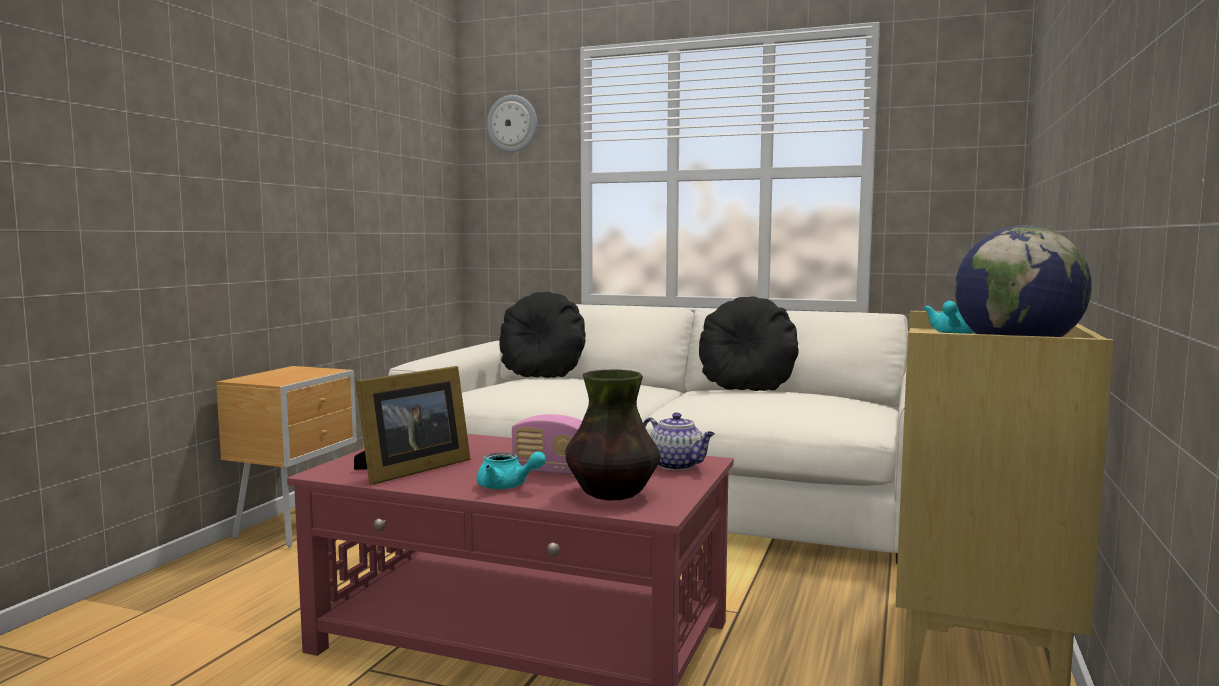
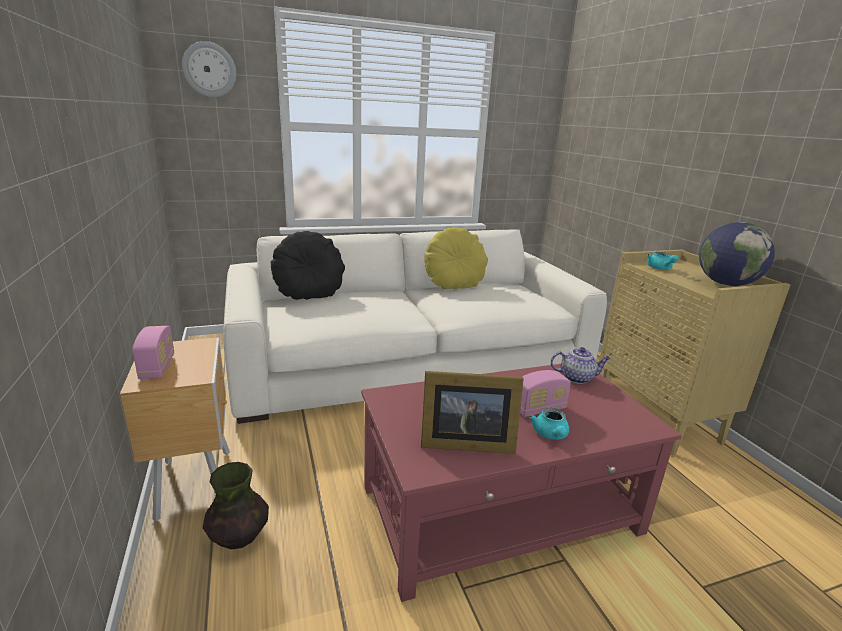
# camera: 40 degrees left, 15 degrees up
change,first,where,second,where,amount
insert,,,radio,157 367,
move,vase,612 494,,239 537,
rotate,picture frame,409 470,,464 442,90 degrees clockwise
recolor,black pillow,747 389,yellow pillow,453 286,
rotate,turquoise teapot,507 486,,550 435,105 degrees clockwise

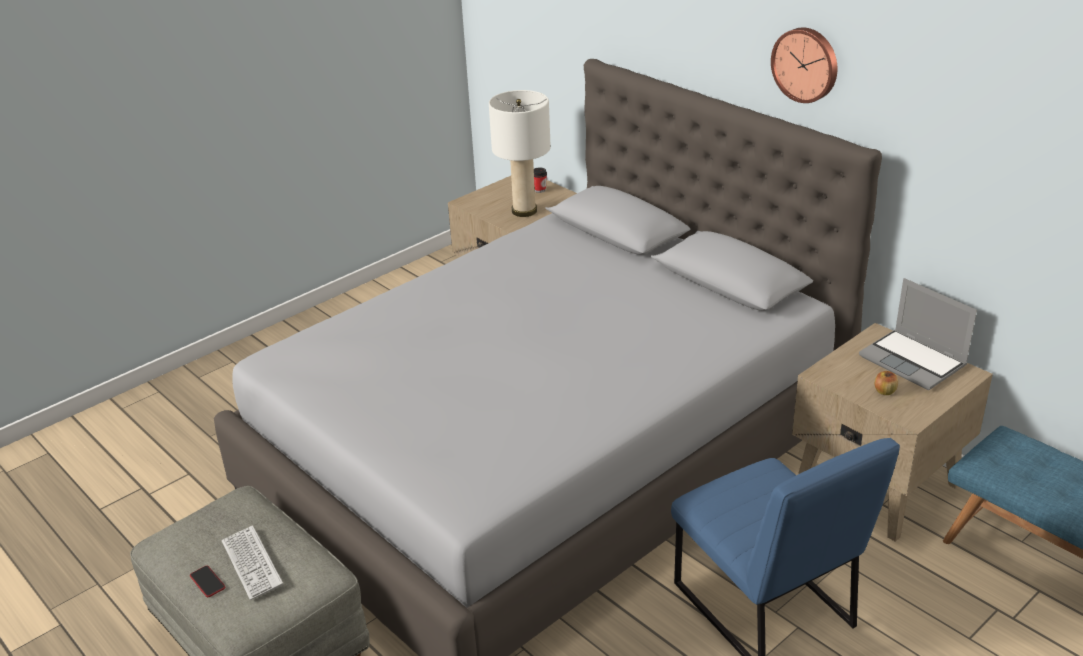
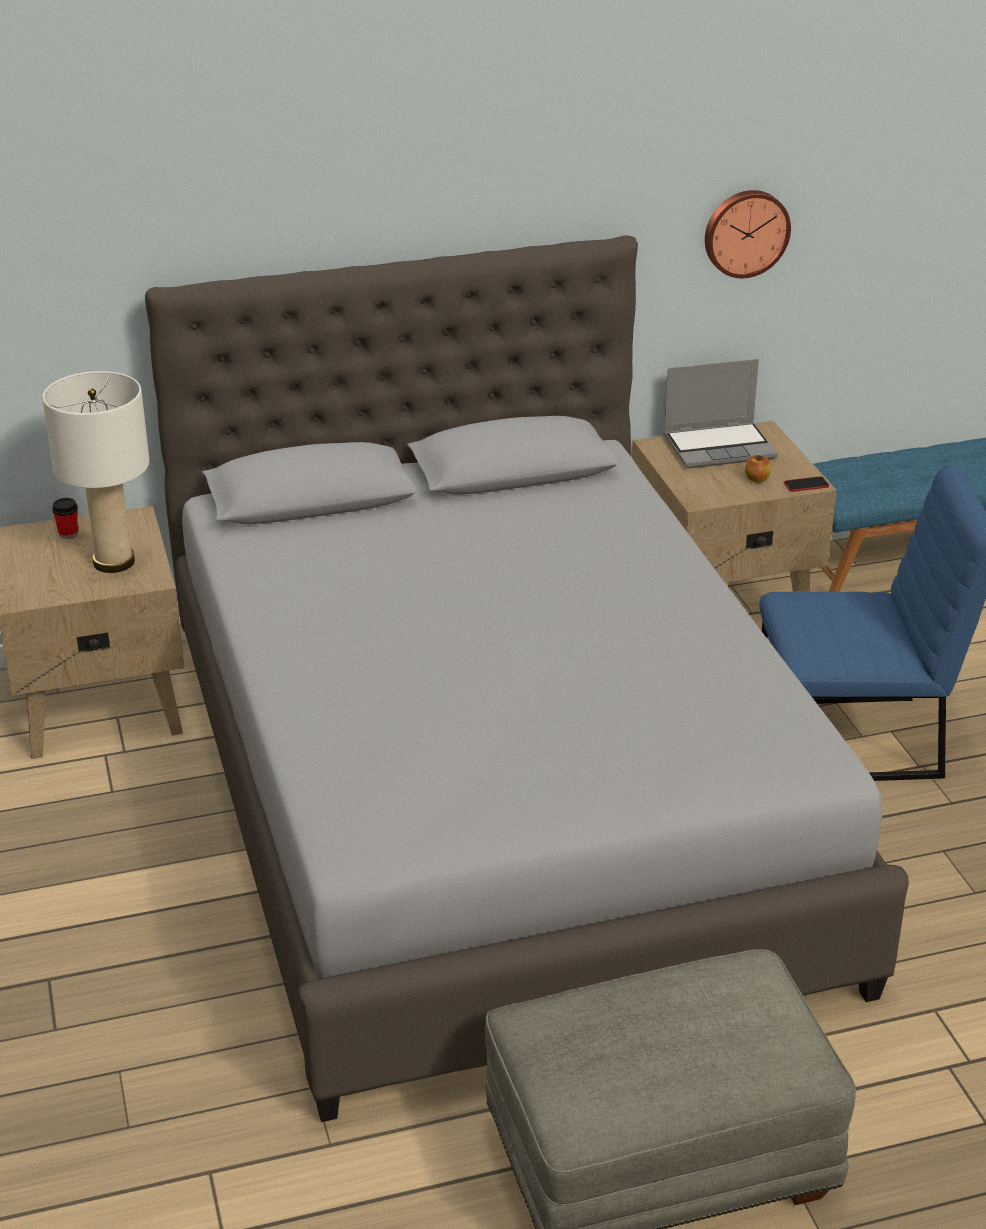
# camera: 65 degrees left, 0 degrees up
change,first,where,second,where,amount
move,wall clock,806 64,,745 232,
move,phone,207 582,,806 485,
delete,keyboard,252 563,,,

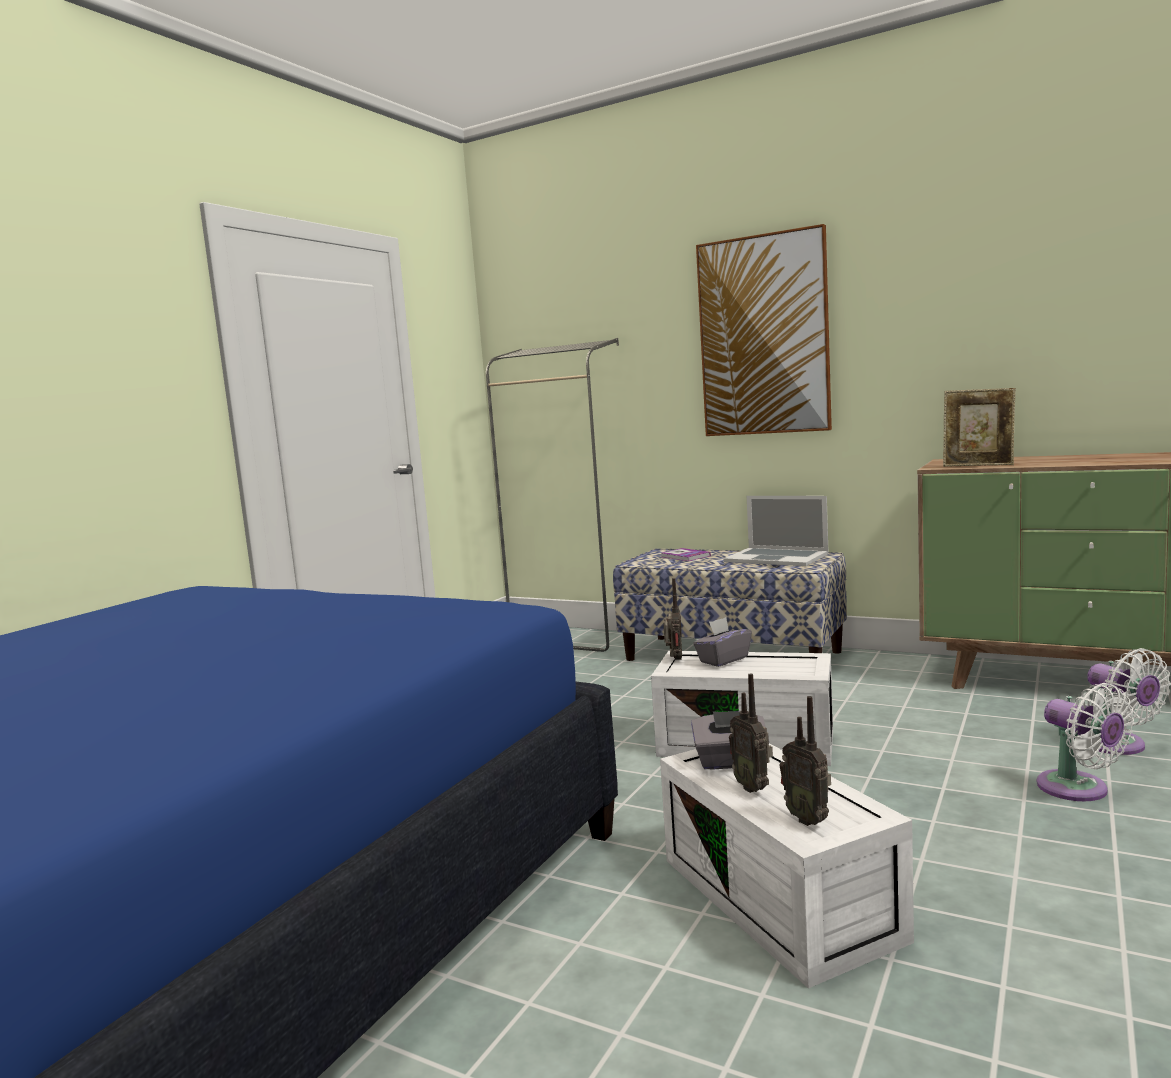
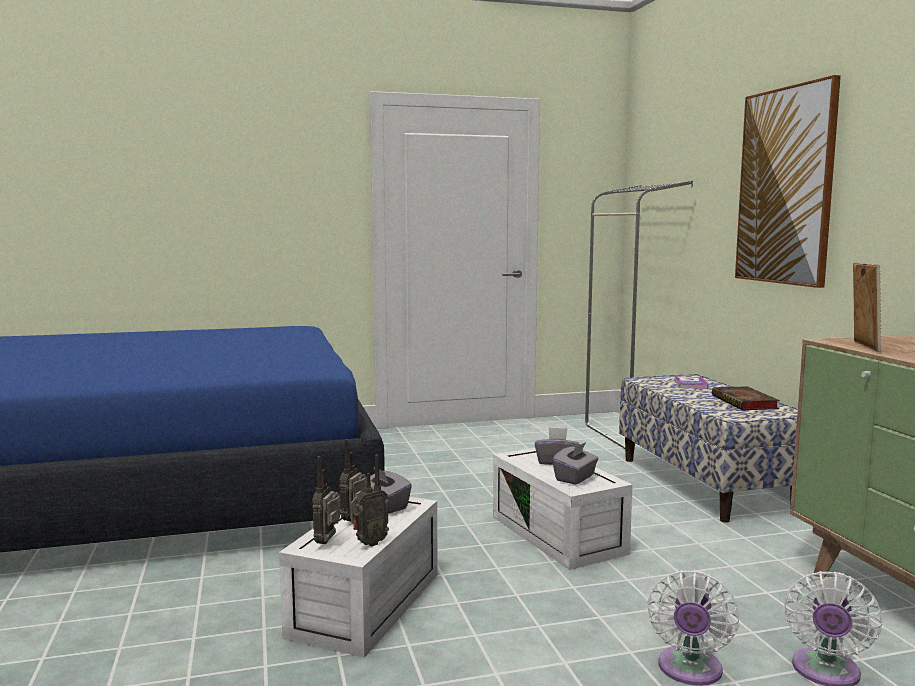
# camera: 45 degrees right, 0 degrees up
change,first,where,second,where,amount
move,radio,674 659,,368 543,
insert,,,grey tissue box,575 478,
replace,laptop,776 557,book,745 403,
rotate,picture frame,978 466,,863 346,150 degrees counterclockwise

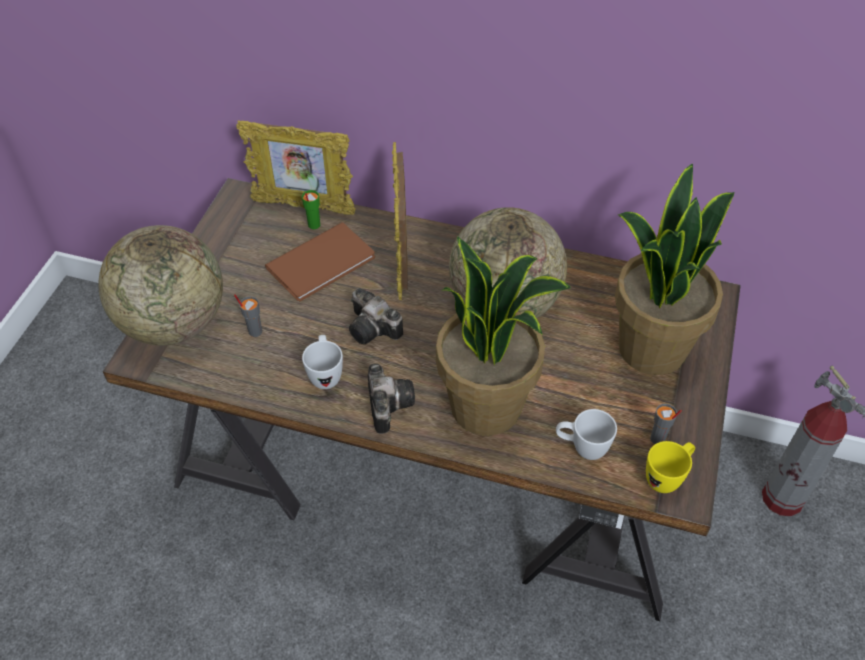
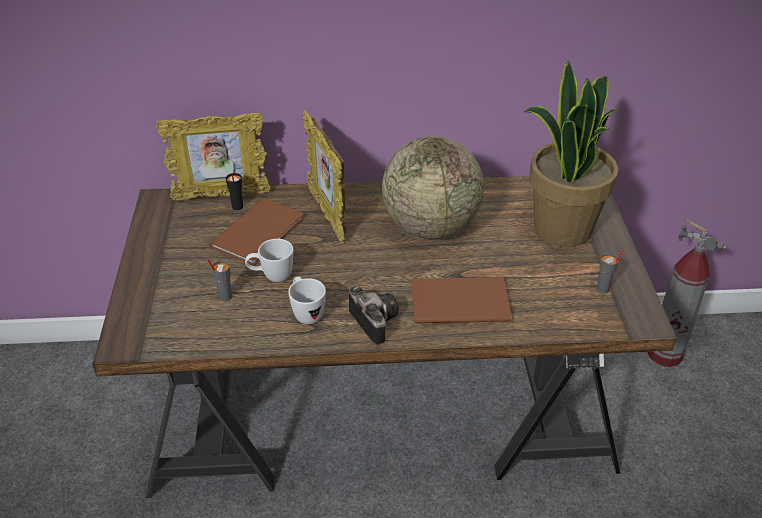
# camera: 20 degrees left, 10 degrees down
change,first,where,second,where,amount
recolor,green cup,313 225,black cup,237 207,
move,white mug,581 448,,271 276,
replace,potted plant,487 405,brown book,457 301,
delete,globe,174 323,,,
delete,photo camera,374 329,,,
delete,yellow mug,667 477,,,

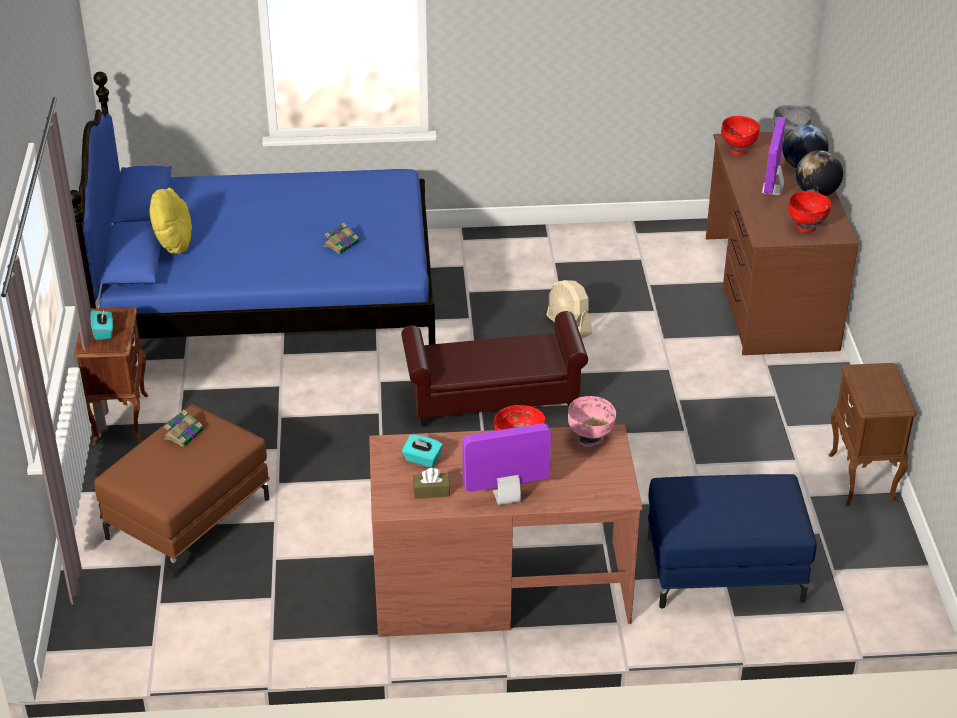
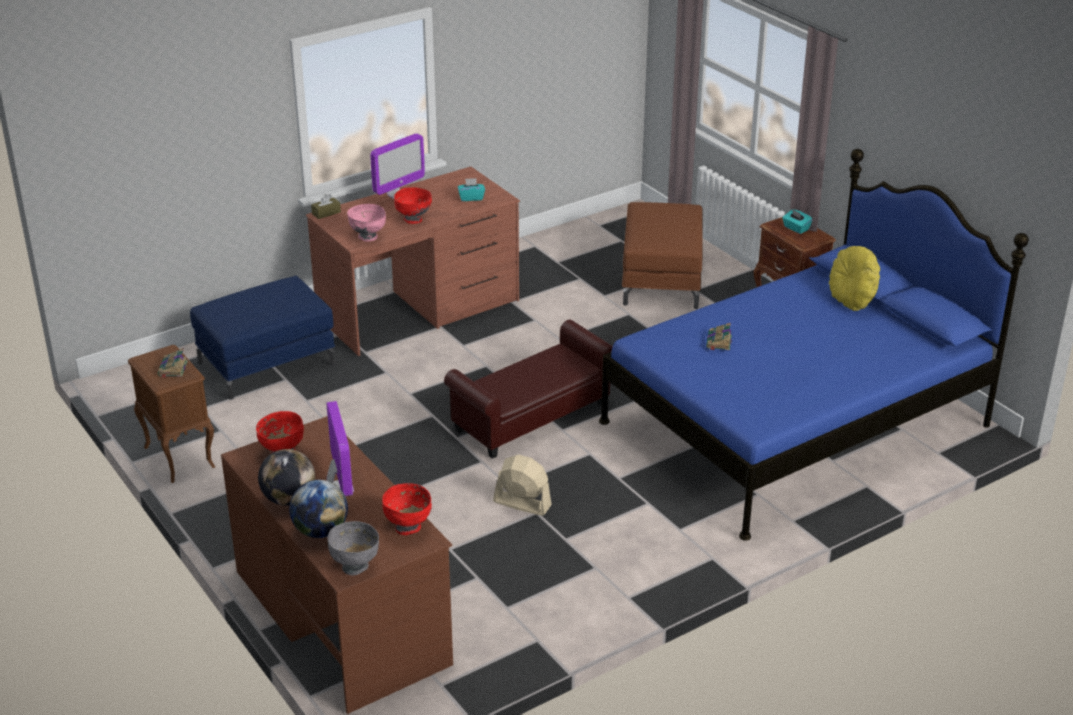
# camera: 150 degrees right, 5 degrees down
change,first,where,second,where,amount
move,book,184 434,,173 369,
move,brown tissue box,431 491,,326 213,

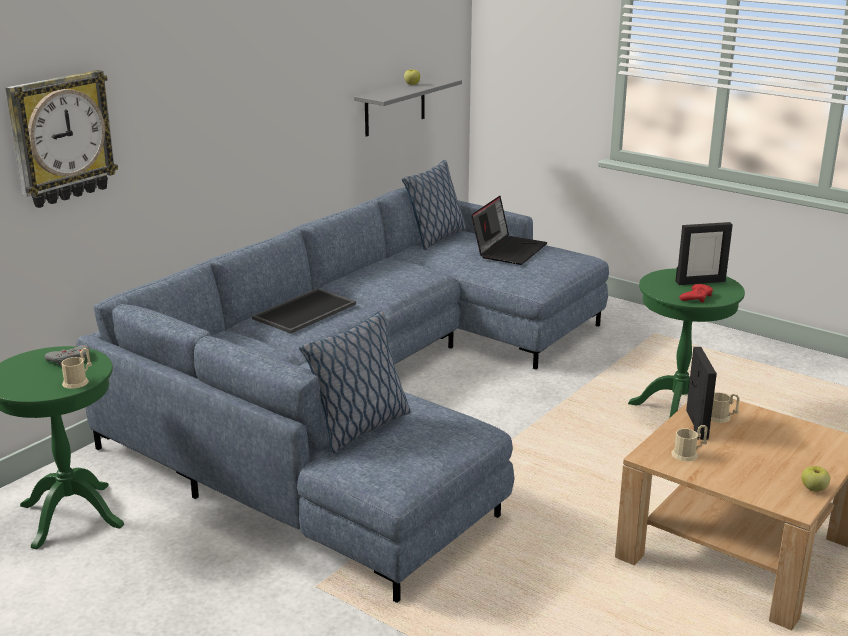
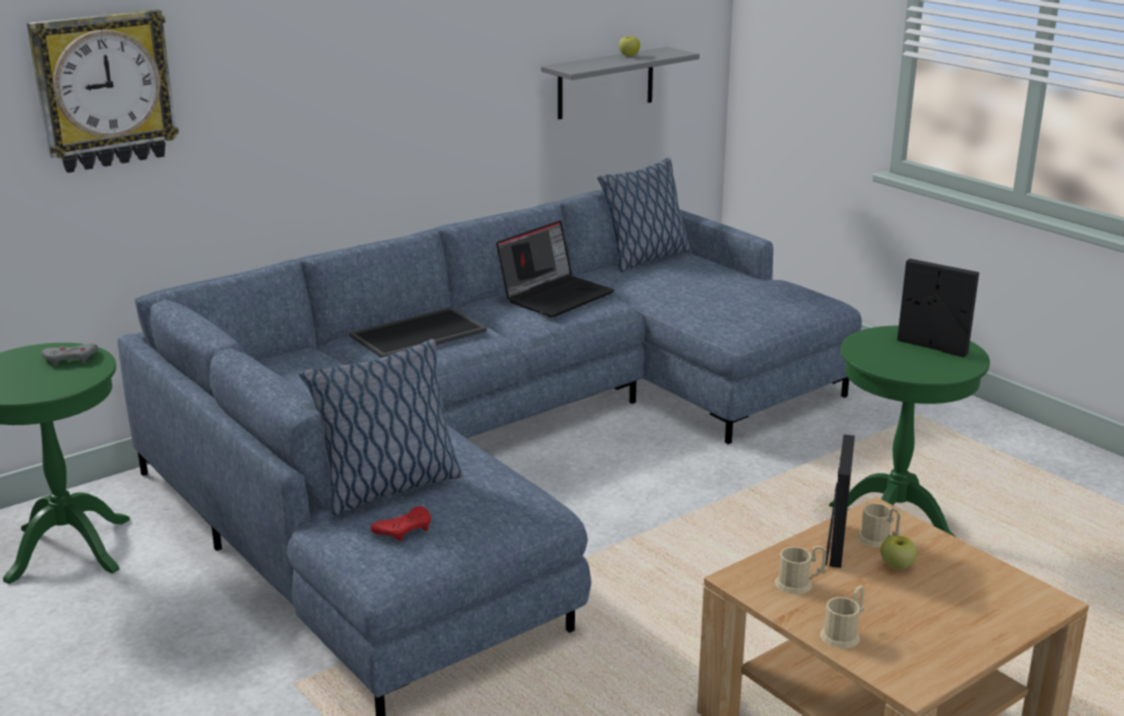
# camera: 15 degrees right, 0 degrees up
change,first,where,second,where,amount
move,red game controller,696 297,,404 529,
move,laptop,509 250,,556 295,
move,beige mug,78 381,,844 634,
move,apple,813 489,,896 566,
rotate,picture frame,700 281,,931 347,150 degrees counterclockwise

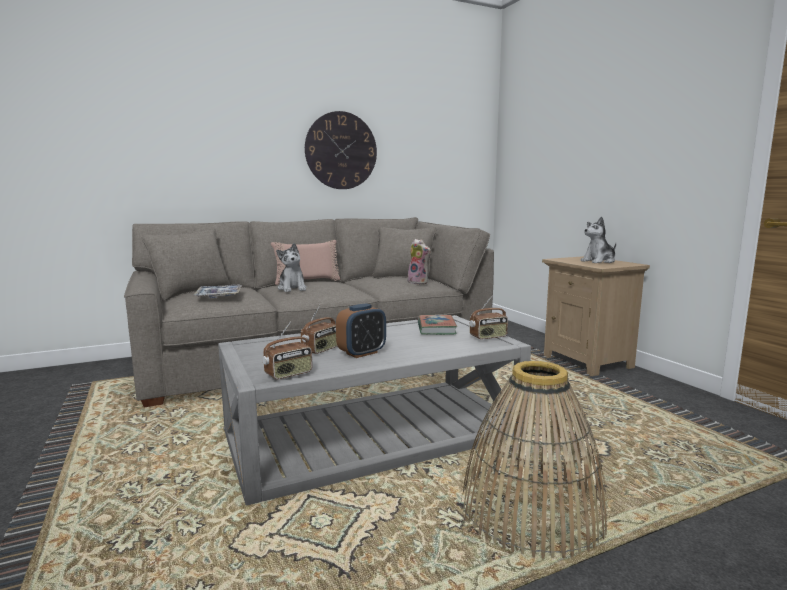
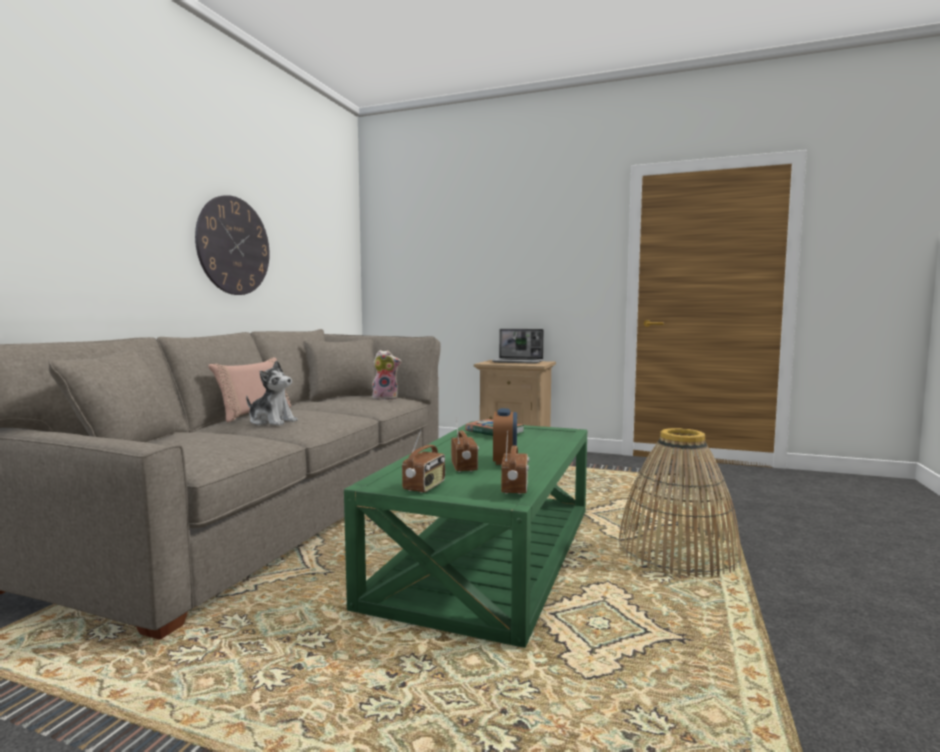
# camera: 45 degrees left, 5 degrees down
change,first,where,second,where,amount
recolor,grey coffee table,373 433,green coffee table,488 552,
move,radio,488 337,,425 487,
replace,plush toy,599 261,laptop,518 362,
delete,tray,219 296,,,

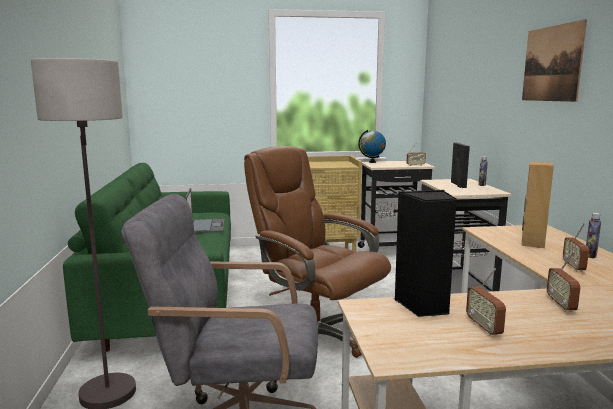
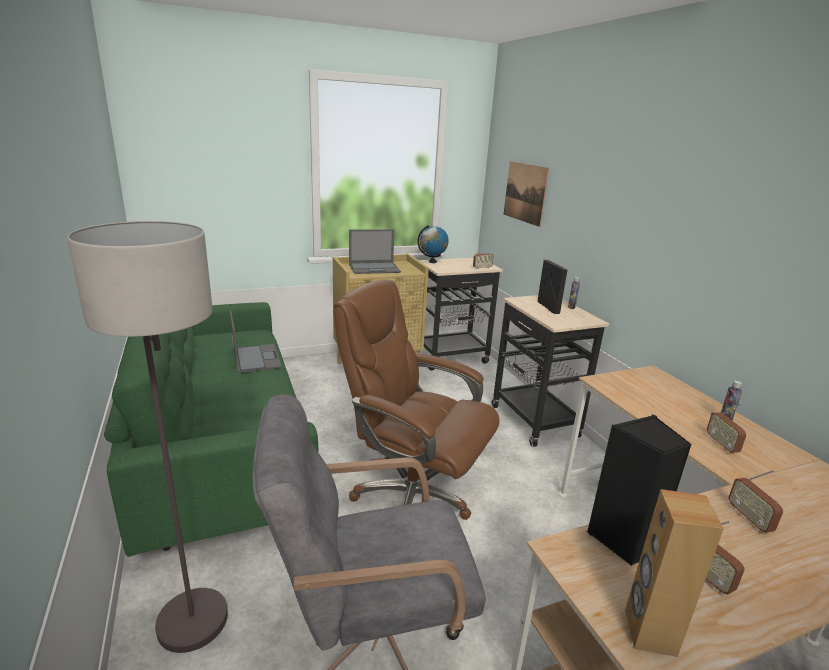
# camera: 15 degrees left, 10 degrees up
change,first,where,second,where,amount
insert,,,laptop,375 268,
move,picture,552 63,,525 192,
move,brown speaker,532 243,,649 632,

